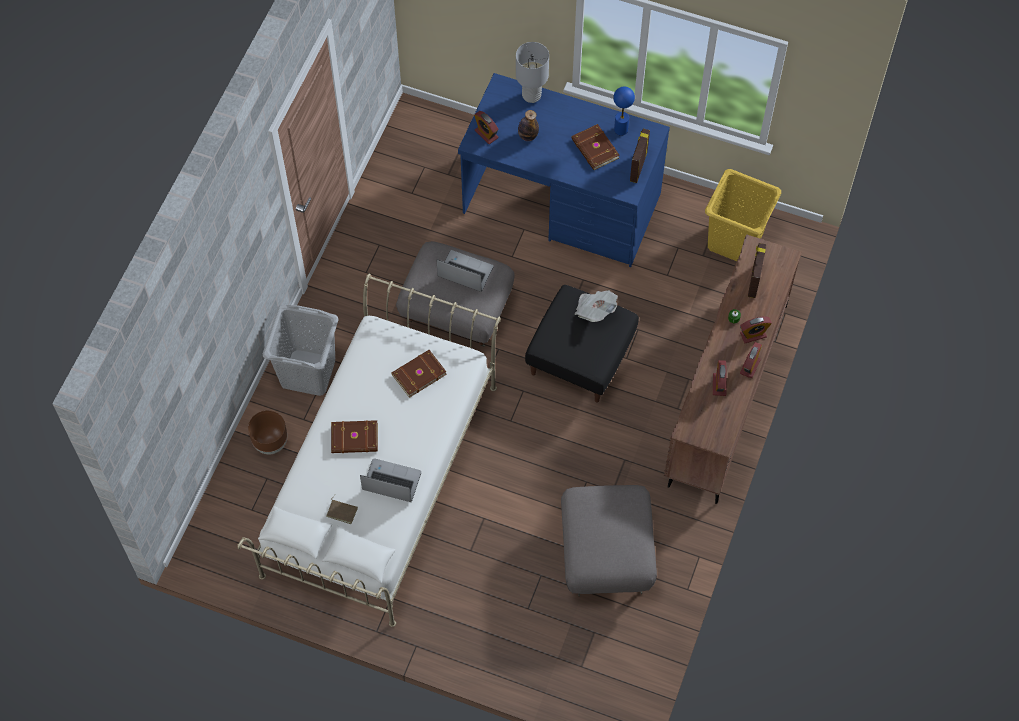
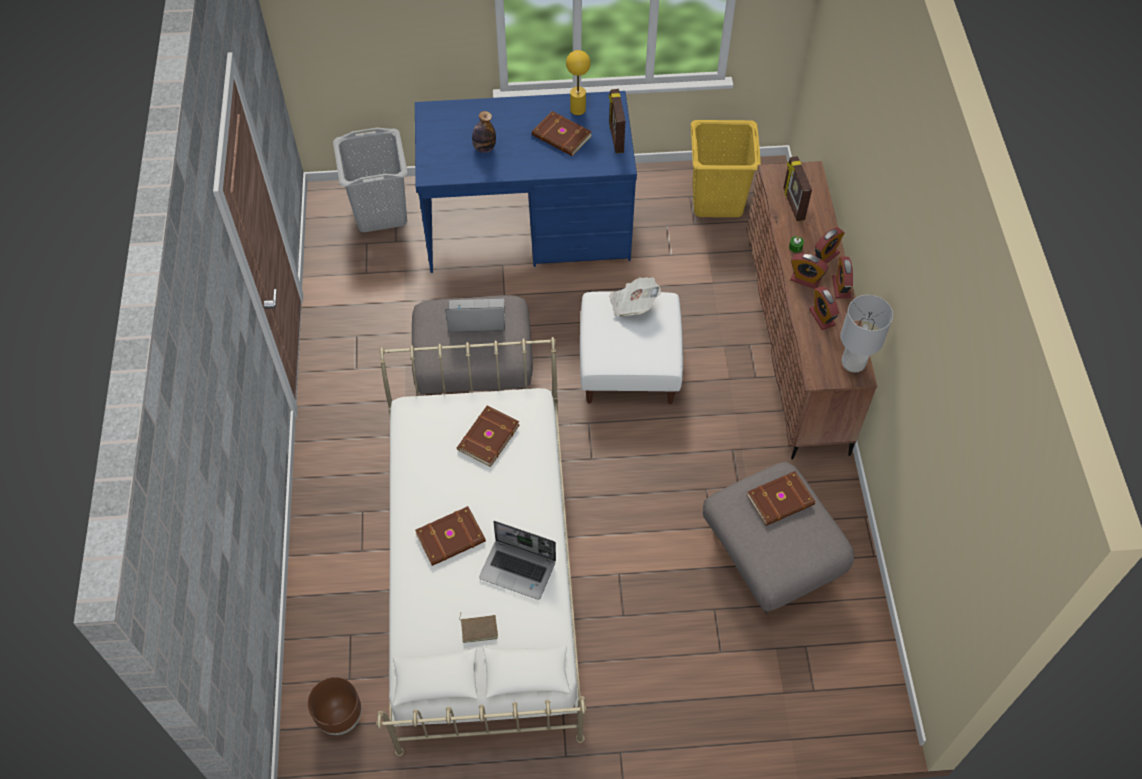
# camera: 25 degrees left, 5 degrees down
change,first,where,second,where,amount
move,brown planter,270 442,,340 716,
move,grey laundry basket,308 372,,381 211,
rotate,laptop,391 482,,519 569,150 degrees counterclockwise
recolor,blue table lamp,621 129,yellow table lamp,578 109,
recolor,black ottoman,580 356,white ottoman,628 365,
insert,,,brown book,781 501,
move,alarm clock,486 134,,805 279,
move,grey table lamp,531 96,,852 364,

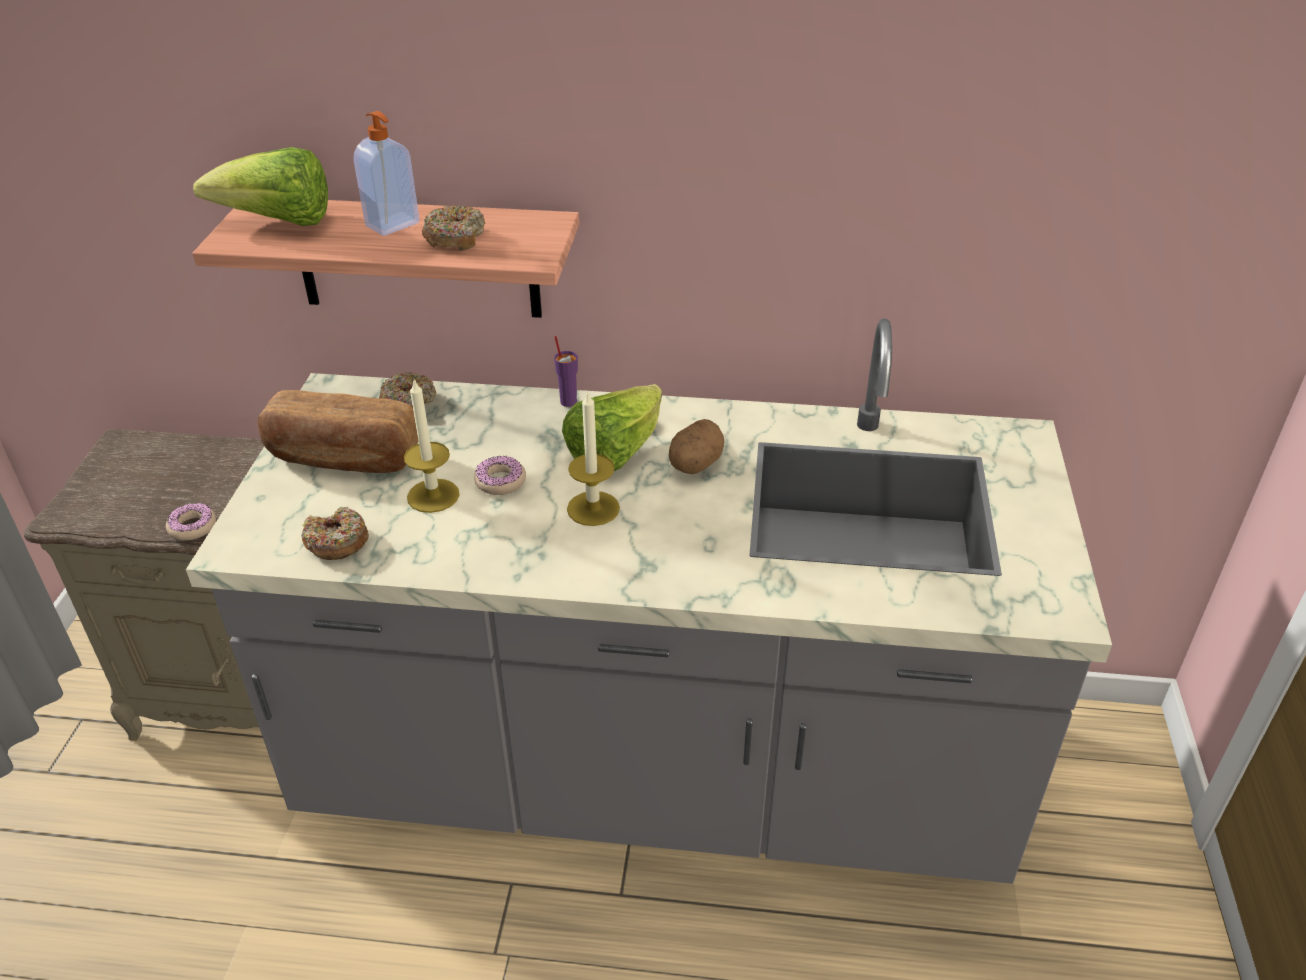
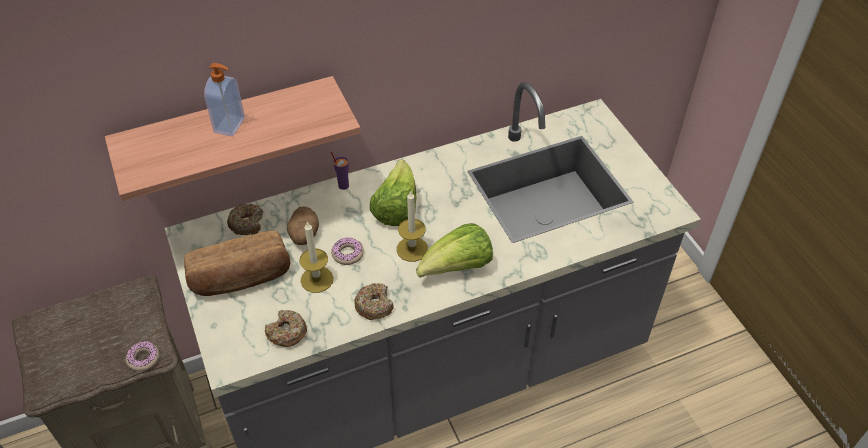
# camera: 30 degrees left, 10 degrees up
change,first,where,second,where,amount
move,potato,694 465,,304 235,
move,donut,455 238,,374 305,
move,lettuce,279 223,,457 268,

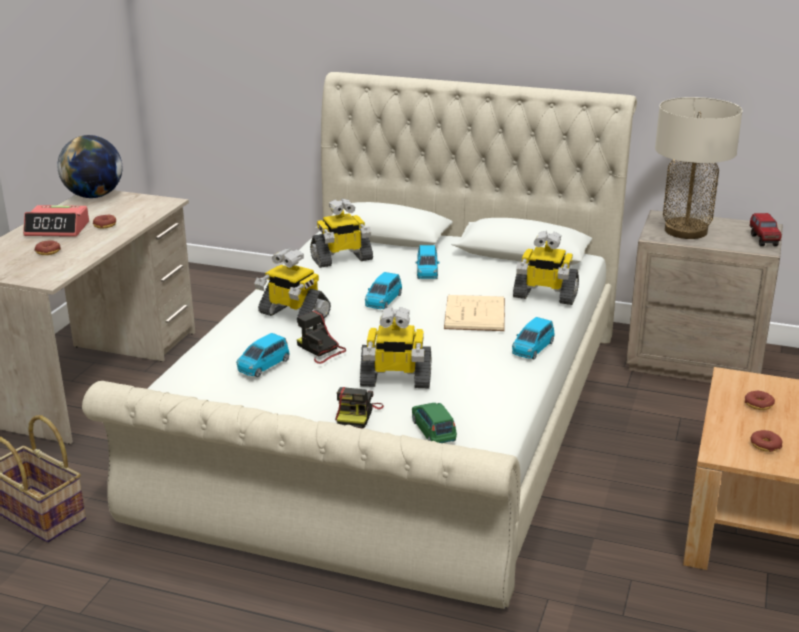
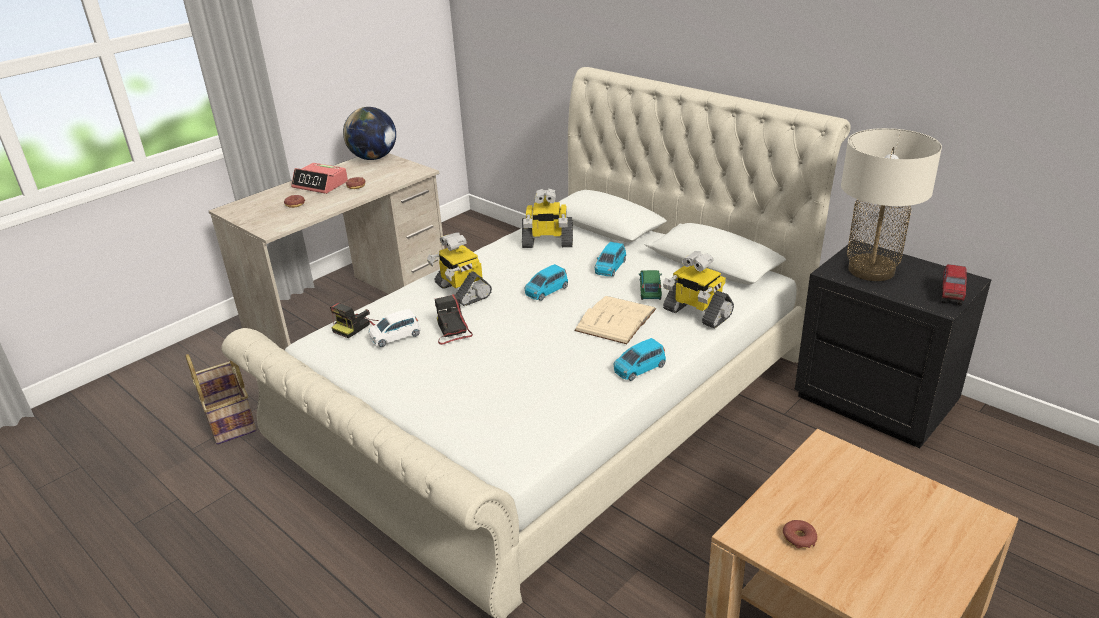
# camera: 25 degrees right, 5 degrees up
change,first,where,second,where,amount
move,photo camera,357 414,,356 326,
recolor,blue toy car,263 365,white toy car,395 336,
move,green toy car,433 431,,650 290,
recolor,beige nightstand,695 360,black nightstand,875 400,
delete,toy robot,395 380,,,
delete,donut,758 404,,,

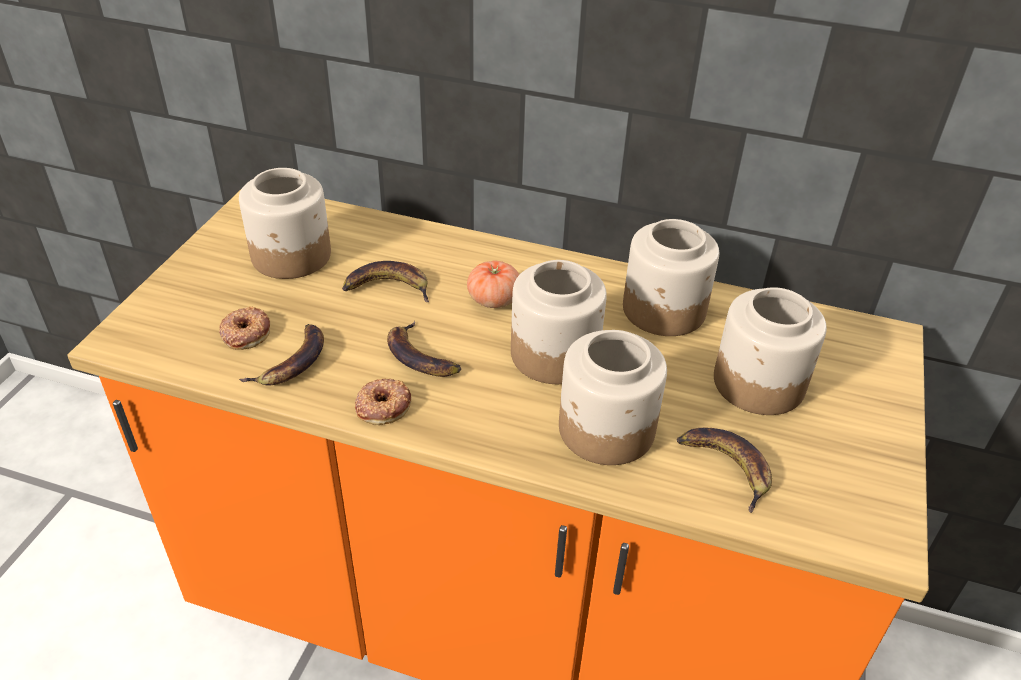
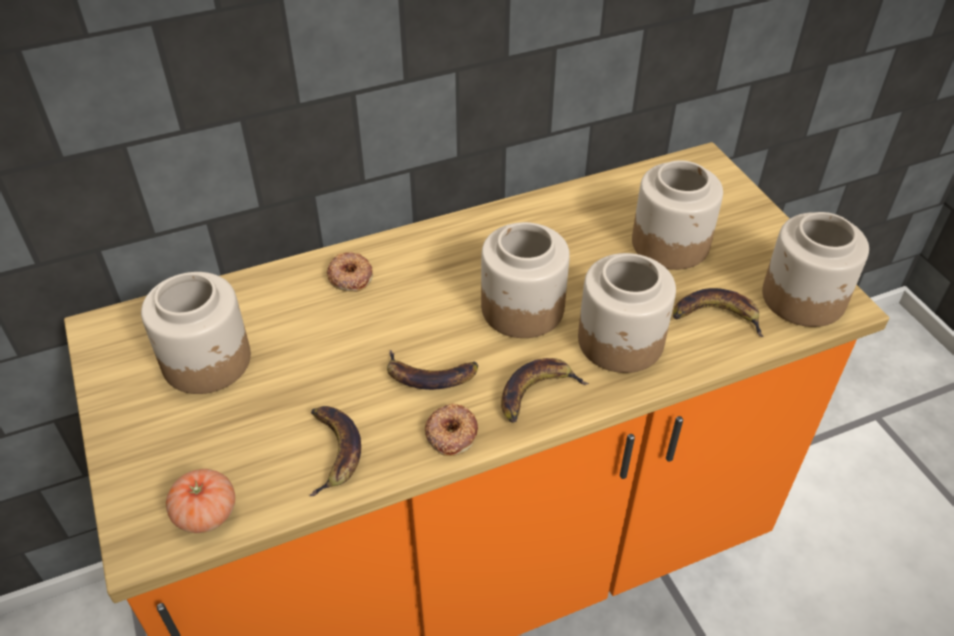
# camera: 40 degrees left, 5 degrees up
change,first,where,second,where,amount
move,tomato,494 299,,206 513,
move,donut,245 333,,350 276,
move,banana,387 287,,536 393,
move,jar,664 310,,804 298,

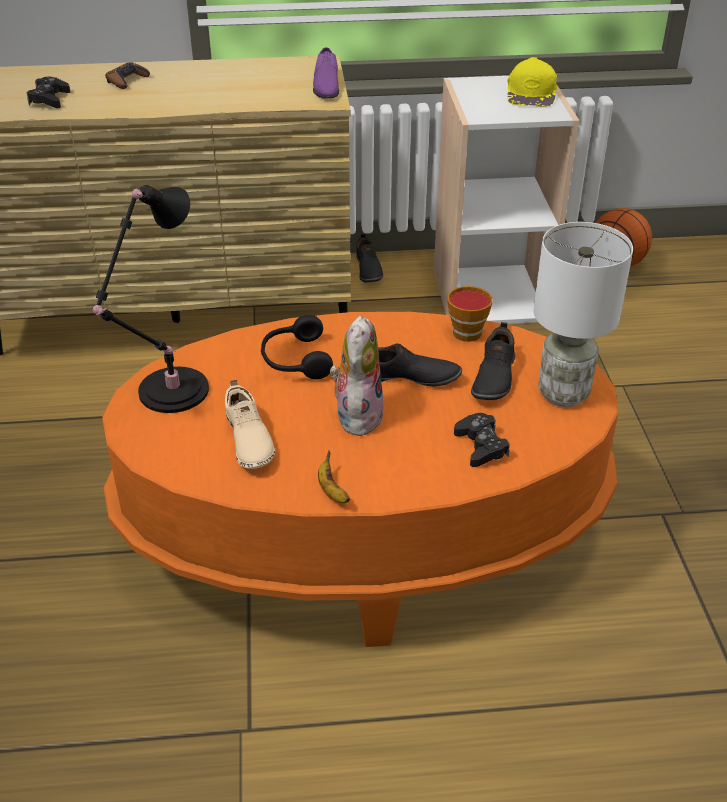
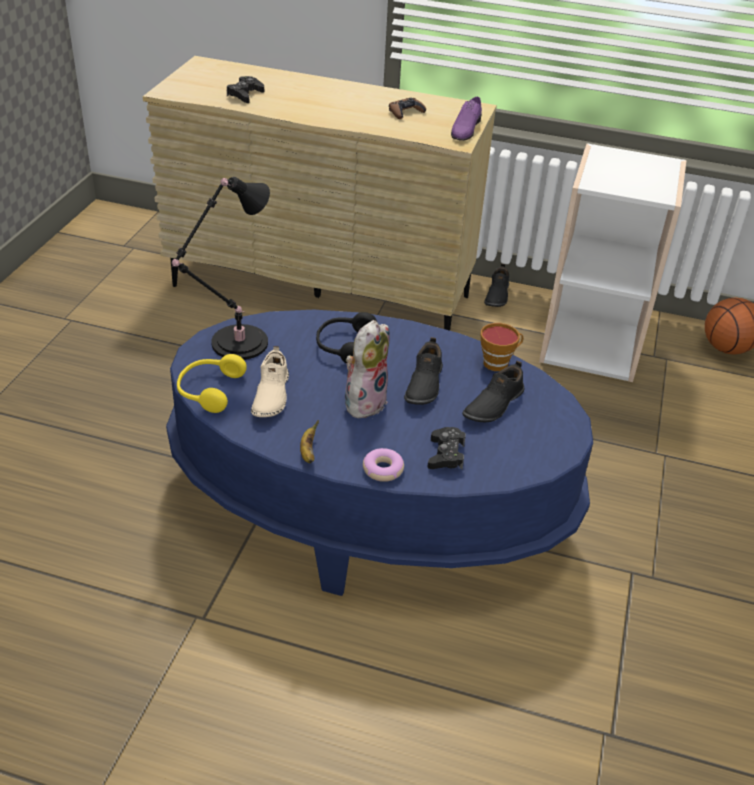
# camera: 20 degrees right, 0 degrees up
change,first,where,second,where,amount
recolor,orange coffee table,363 533,blue coffee table,370 505,
insert,,,yellow headphones,208 390,
insert,,,donut,382 469,
move,brown game controller,127 80,,406 112,
rotate,black shoe,408 377,,423 384,75 degrees clockwise
delete,yellow cap,532 93,,,
delete,white table lamp,562 394,,,

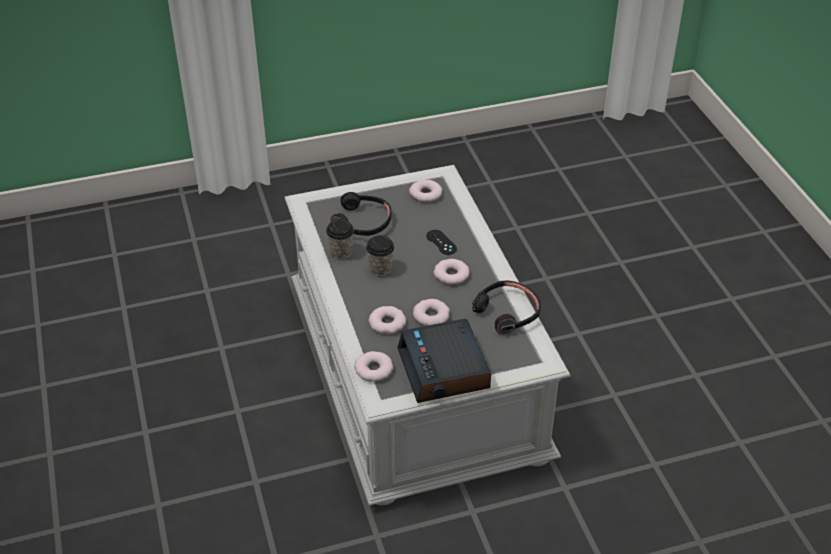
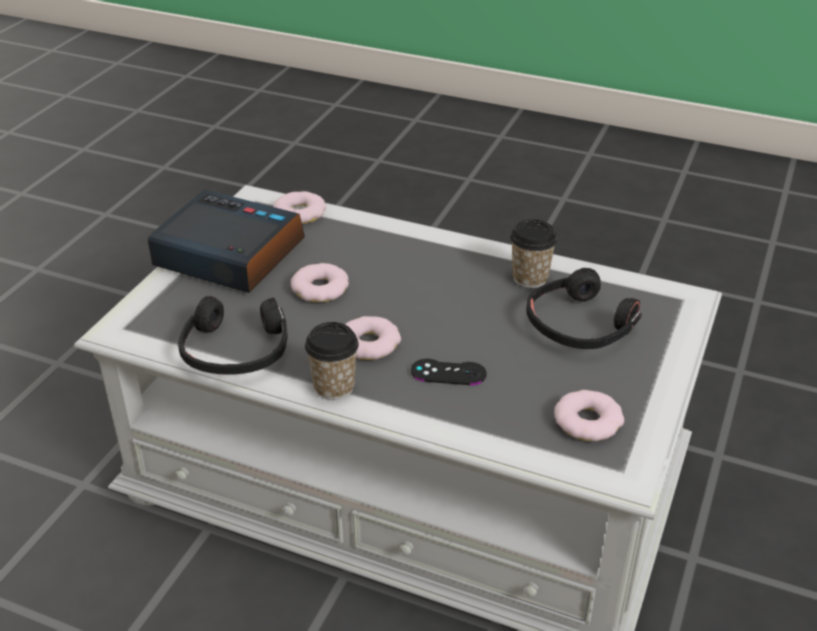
# camera: 130 degrees right, 5 degrees down
change,first,where,second,where,amount
move,cup,380 269,,334 387,
delete,donut,387 323,,,

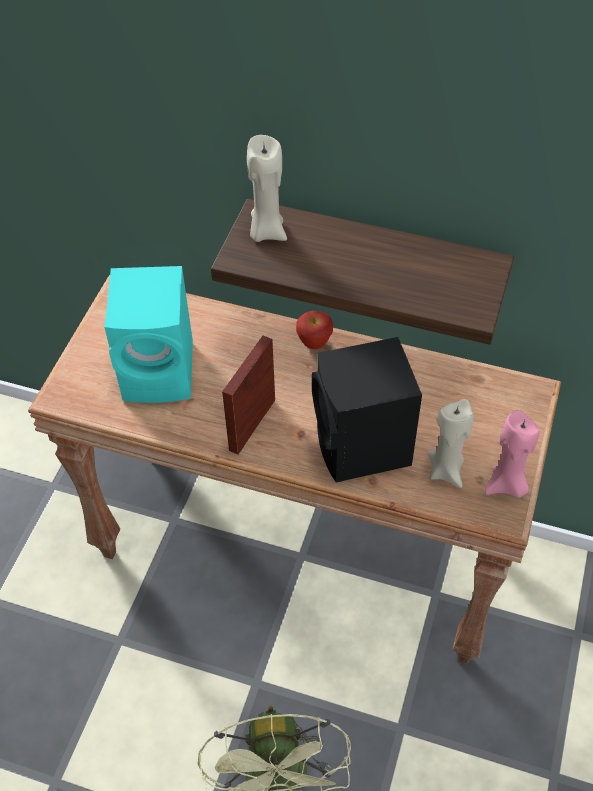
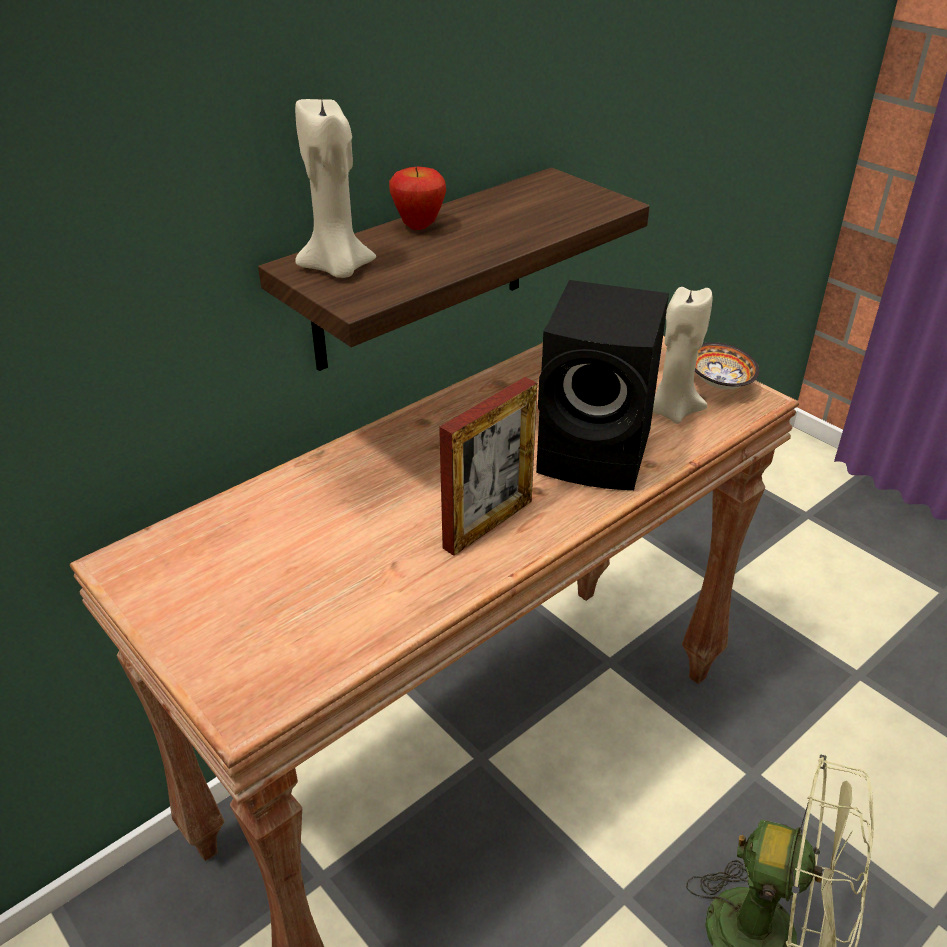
# camera: 60 degrees left, 15 degrees down
change,first,where,second,where,amount
move,apple,314 344,,419 227,
rotate,picture frame,252 424,,488 524,105 degrees counterclockwise
replace,pink candle,506 485,bowl,718 384,
delete,turquoise speaker,162 372,,,

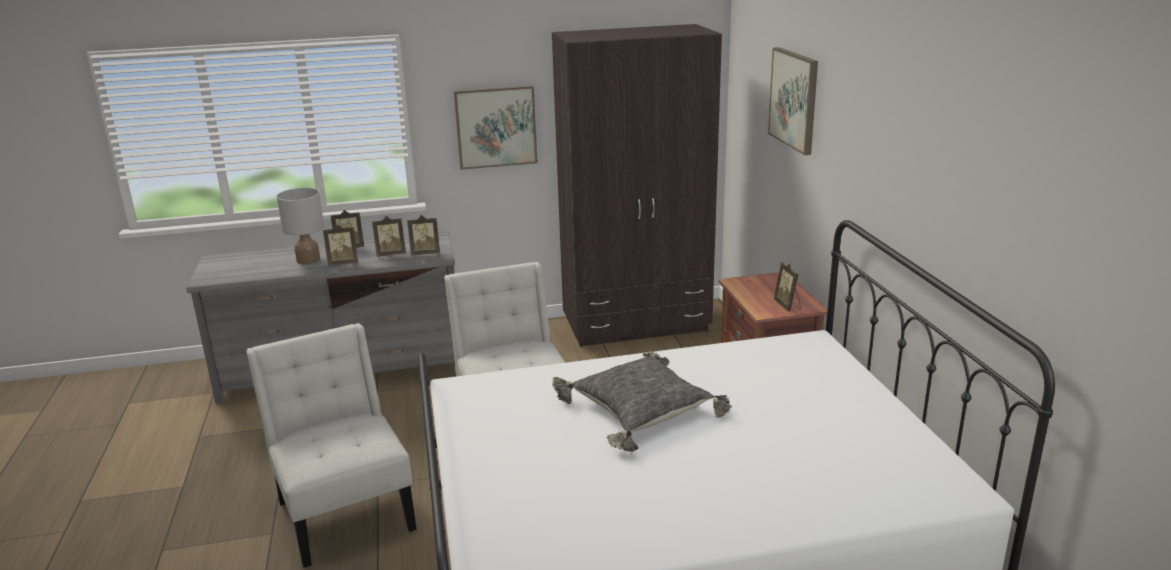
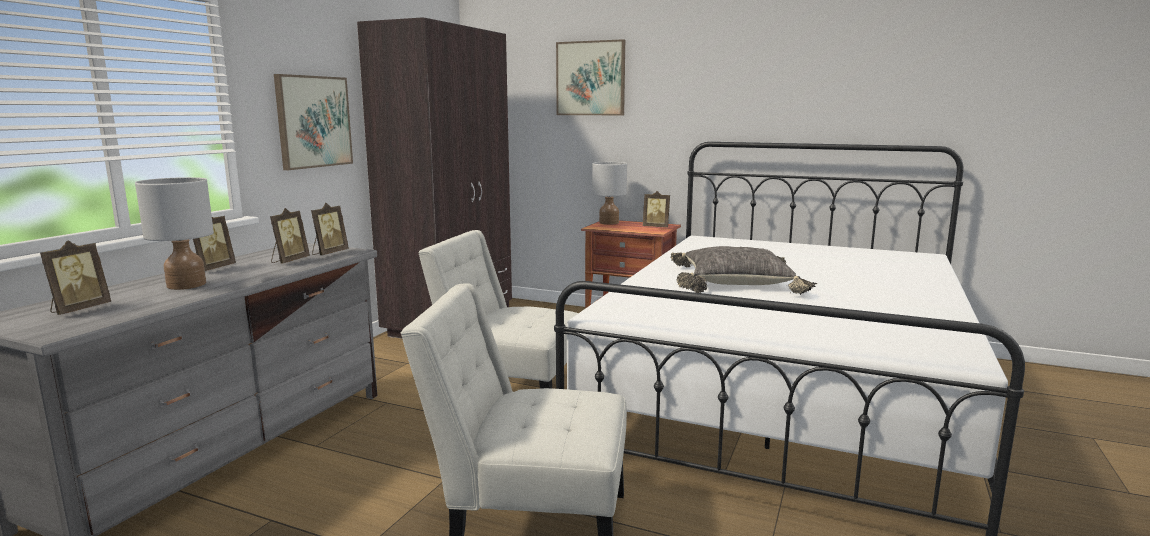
# camera: 55 degrees left, 10 degrees down
change,first,where,second,where,amount
move,picture frame,343 263,,79 309,
insert,,,grey table lamp,609 223,

